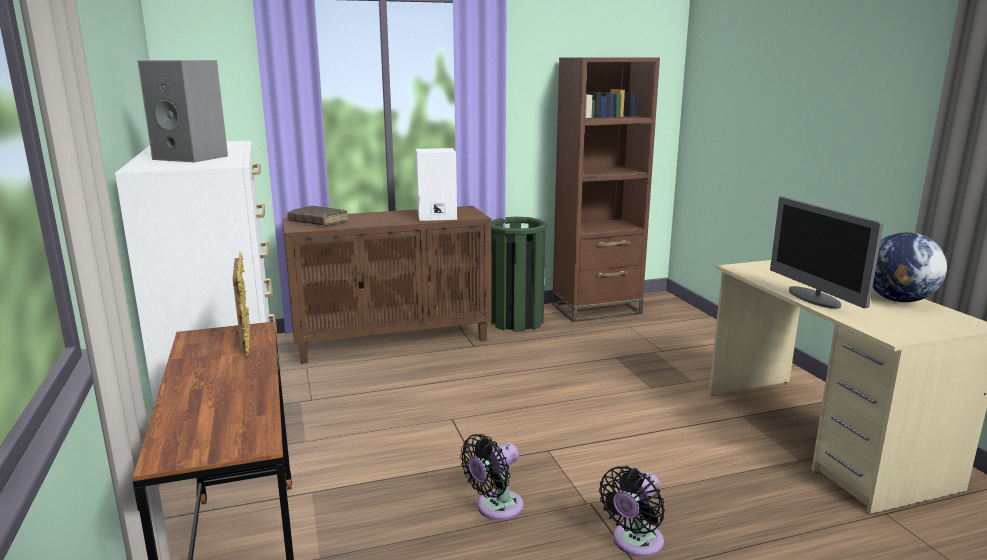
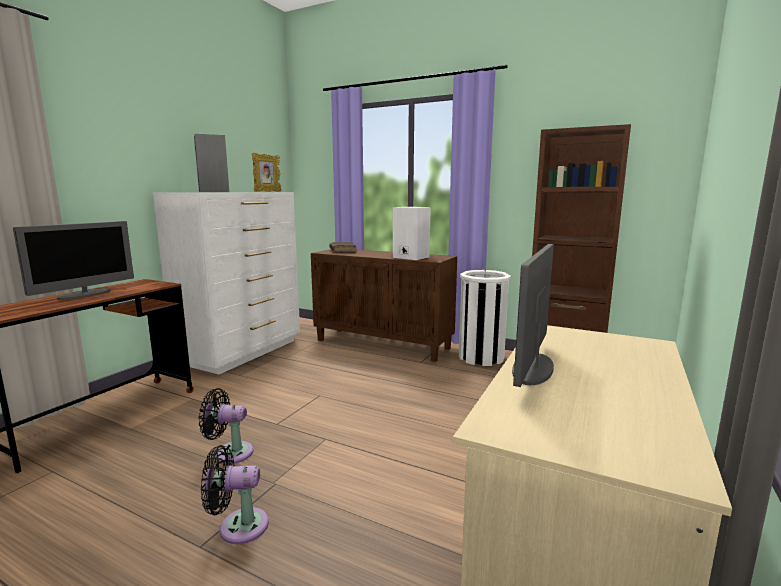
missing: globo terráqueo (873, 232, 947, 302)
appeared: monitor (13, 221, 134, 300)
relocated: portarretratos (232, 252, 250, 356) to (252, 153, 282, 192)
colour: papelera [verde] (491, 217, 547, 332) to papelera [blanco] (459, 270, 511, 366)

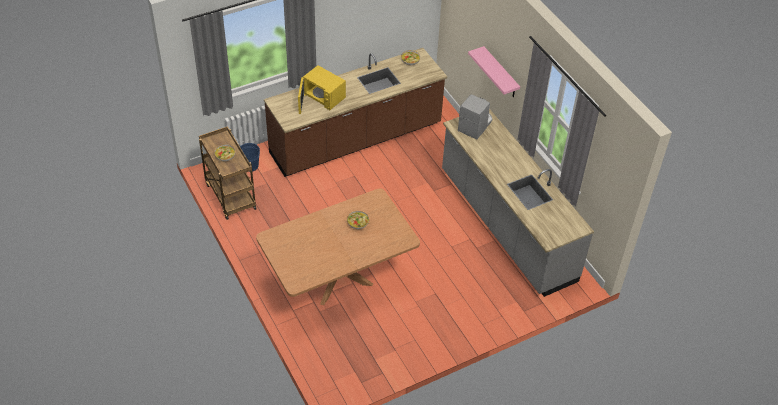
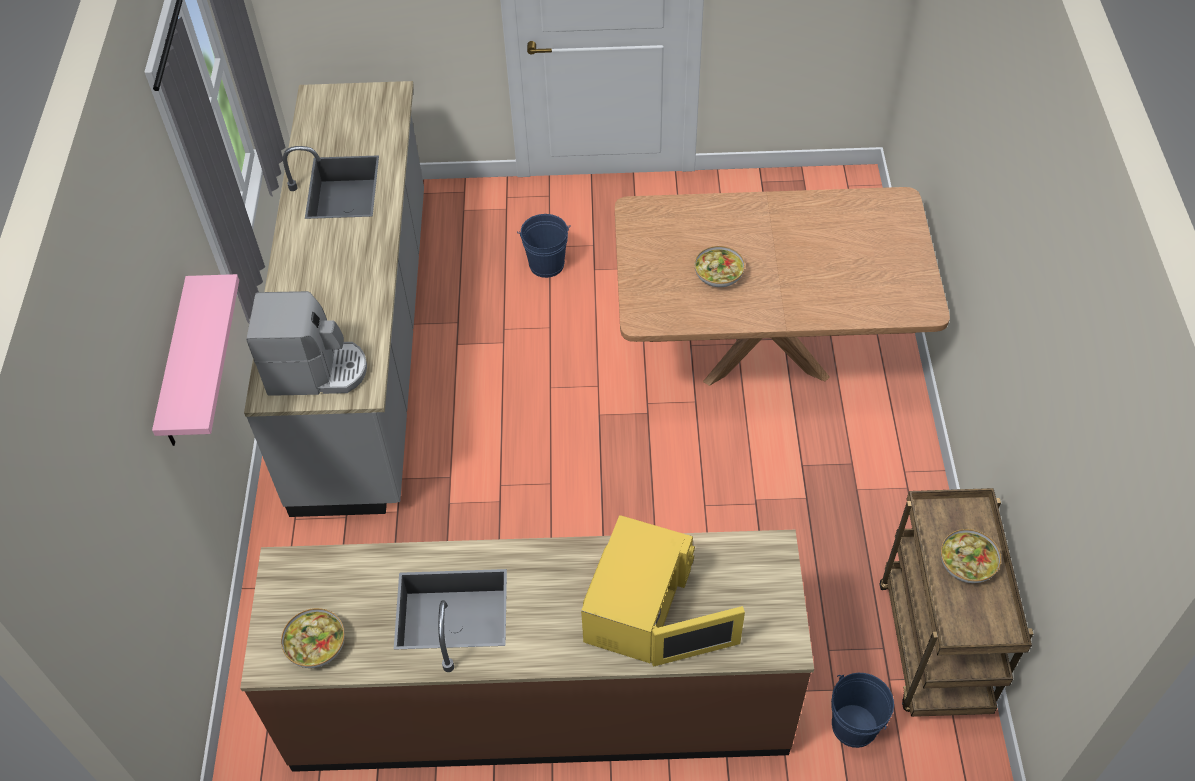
appeared: cubo [azul] (517, 214, 571, 278)
spun: microondas [amarillo] (298, 65, 346, 114) = (581, 515, 745, 667) 45 degrees clockwise; cafetera (458, 95, 492, 140) = (246, 291, 367, 396) 150 degrees counterclockwise

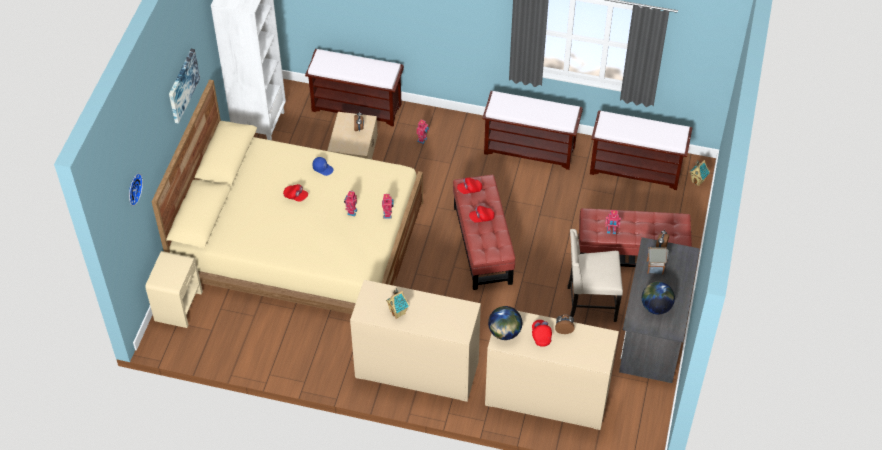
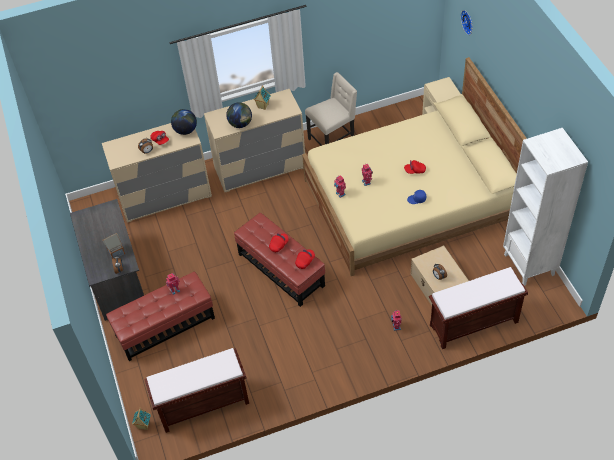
missing: cuadro (169, 49, 200, 124); banco [marrón] (482, 91, 583, 170)
relocated: silla [beis] (567, 229, 623, 322) to (305, 72, 357, 146); globo terráqueo (642, 282, 675, 315) to (226, 102, 252, 128)

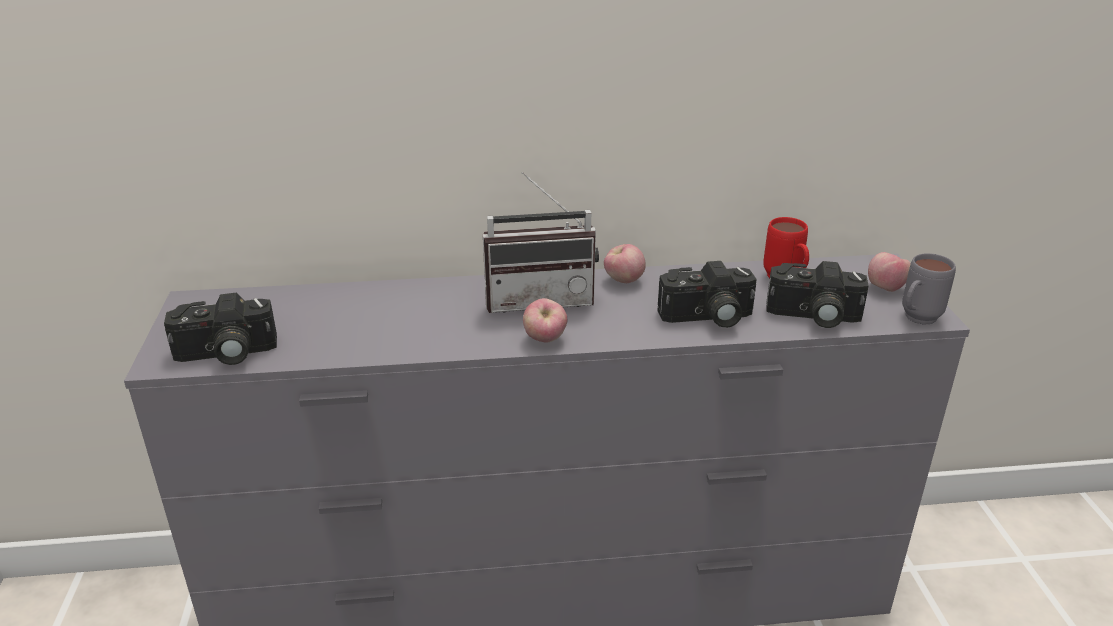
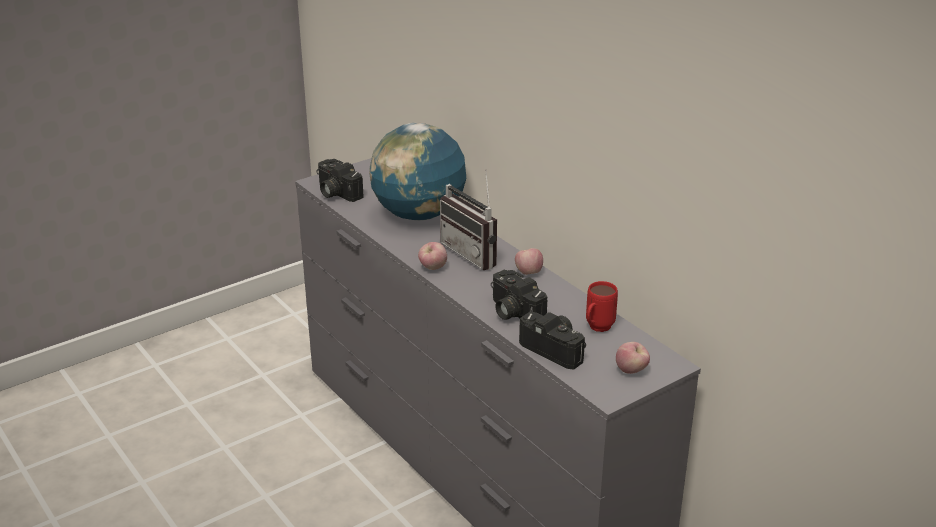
missing: taza grande [gris] (902, 253, 956, 325)
appeared: globo terráqueo (369, 123, 466, 221)
spun: cámara (766, 261, 869, 328) = (519, 312, 586, 370) 150 degrees clockwise

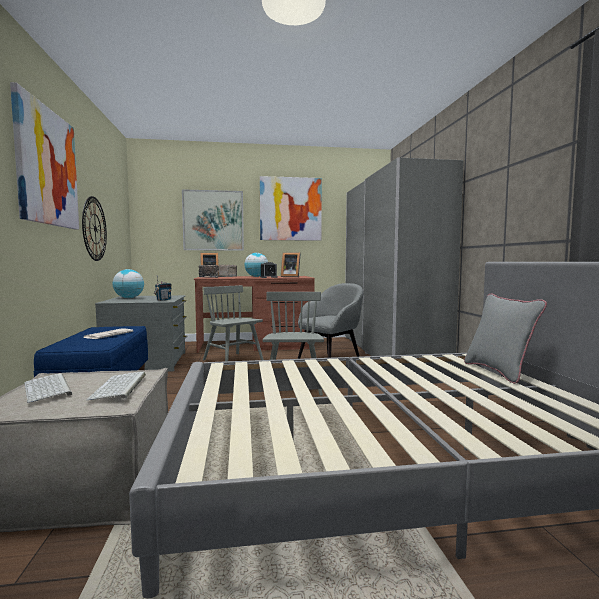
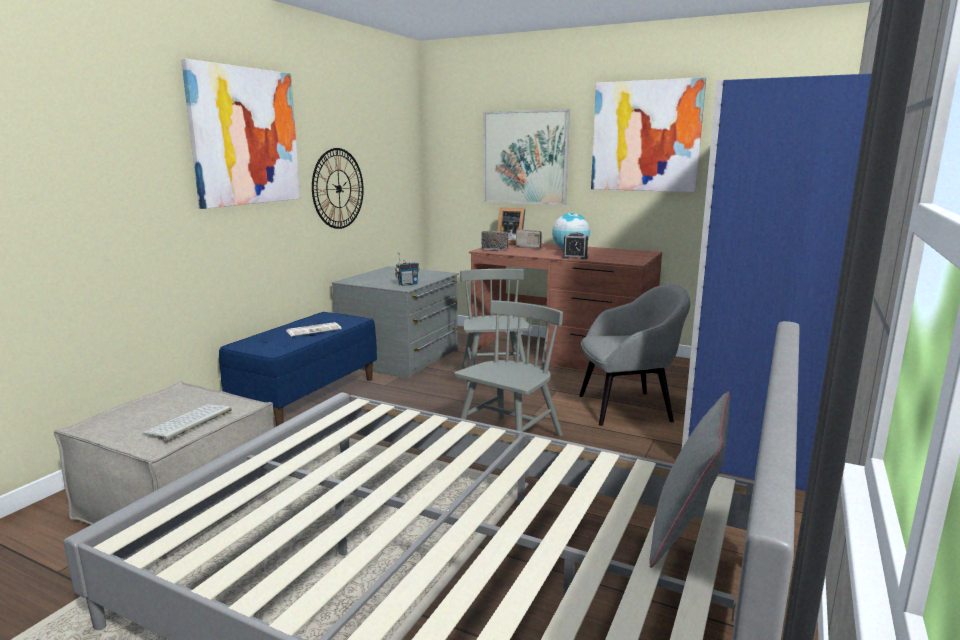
missing: teclado (24, 373, 73, 403); globo terráqueo (112, 269, 144, 298); portarretratos (281, 252, 301, 277)
colour: armario ropero [gris] (345, 157, 464, 356) to armario ropero [azul] (682, 74, 872, 491)

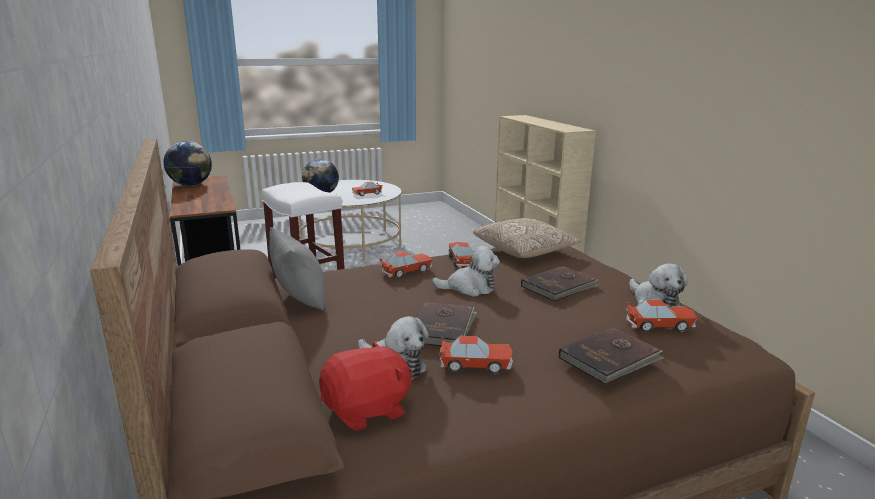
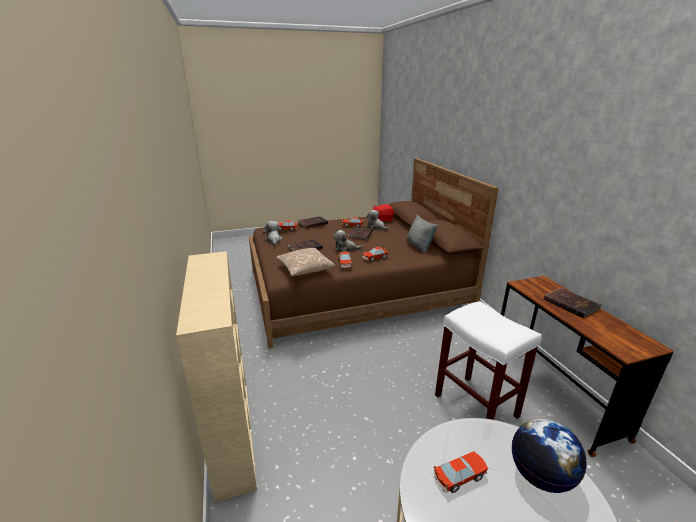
missing: globo terráqueo (164, 141, 212, 186)
appeared: libro [marrón] (544, 288, 601, 318)

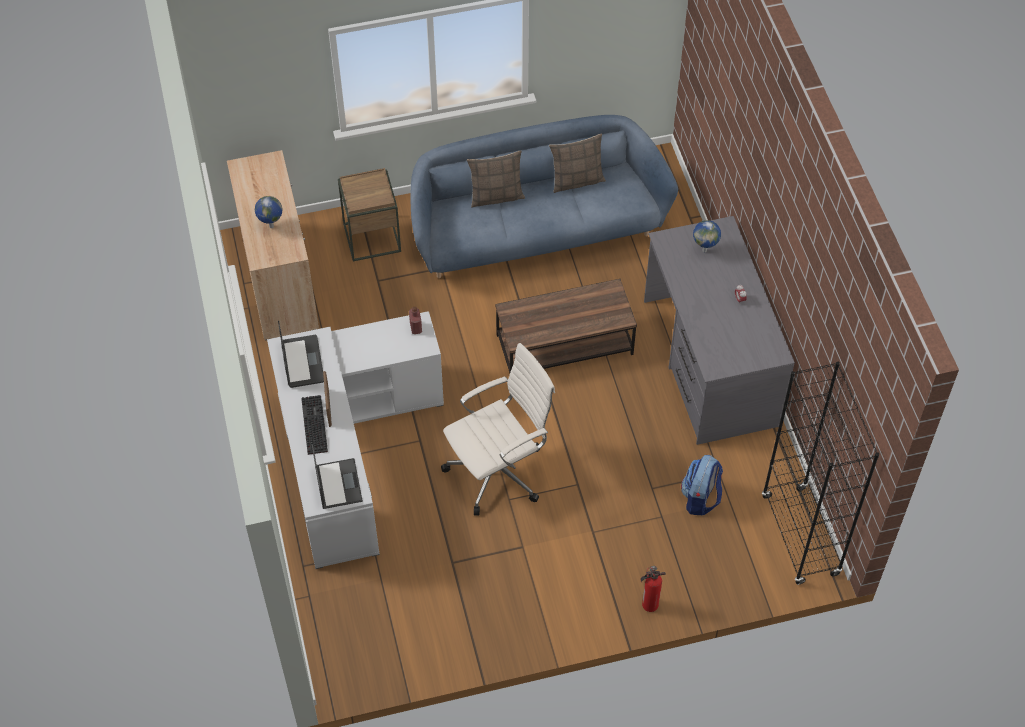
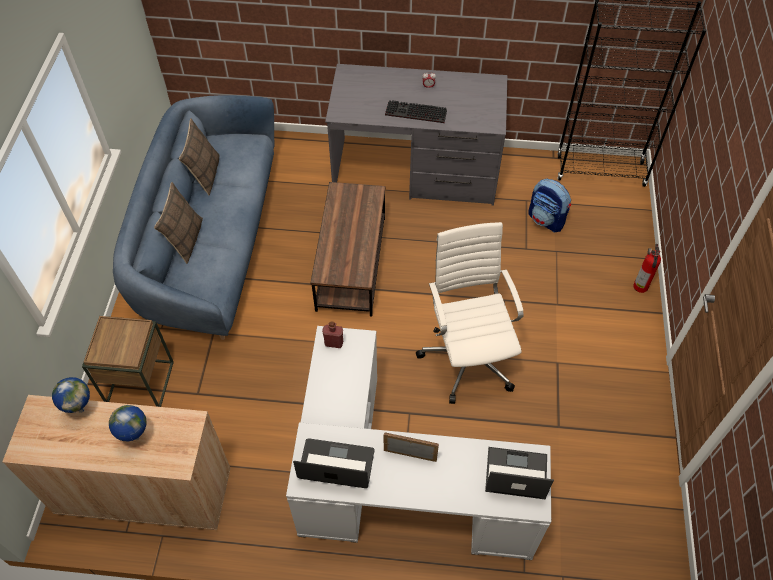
relocated: teclado (301, 395, 328, 455) to (385, 100, 447, 123); globo terráqueo (693, 220, 721, 252) to (52, 377, 90, 413)

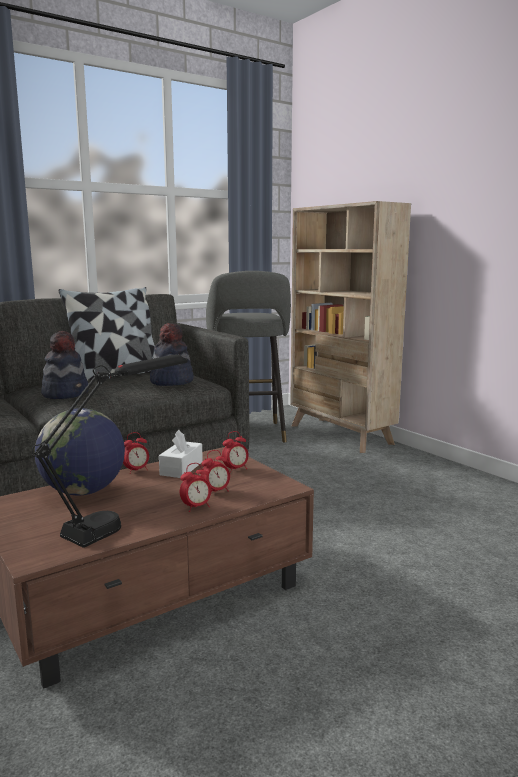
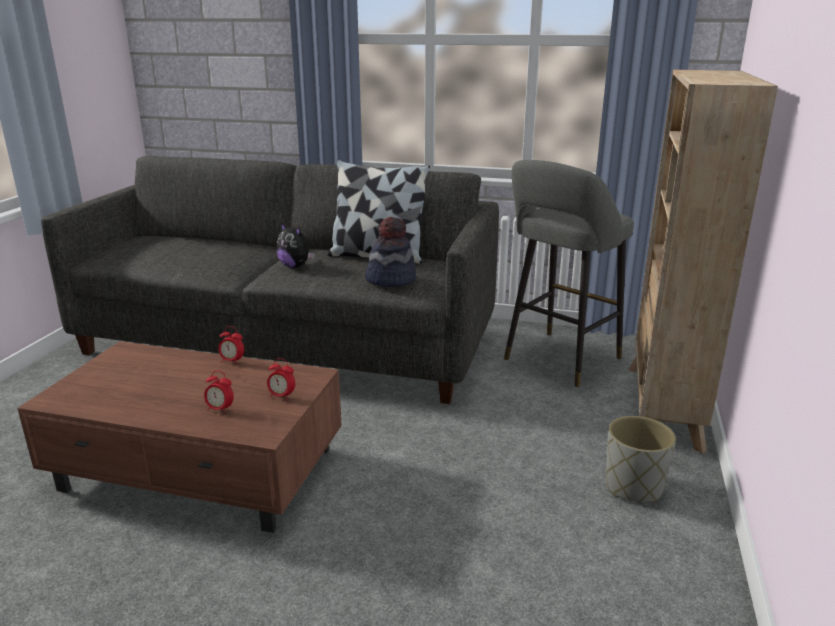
missing: lámpara de mesa [negro] (32, 355, 188, 548); globo terráqueo (35, 408, 125, 495); caja de pañuelos [blanco] (159, 430, 203, 478); despertador (180, 463, 211, 512)
appeared: maceta [gris] (605, 416, 676, 503)
exchanged: sombrero (41, 331, 89, 399) to peluche (276, 223, 315, 268)

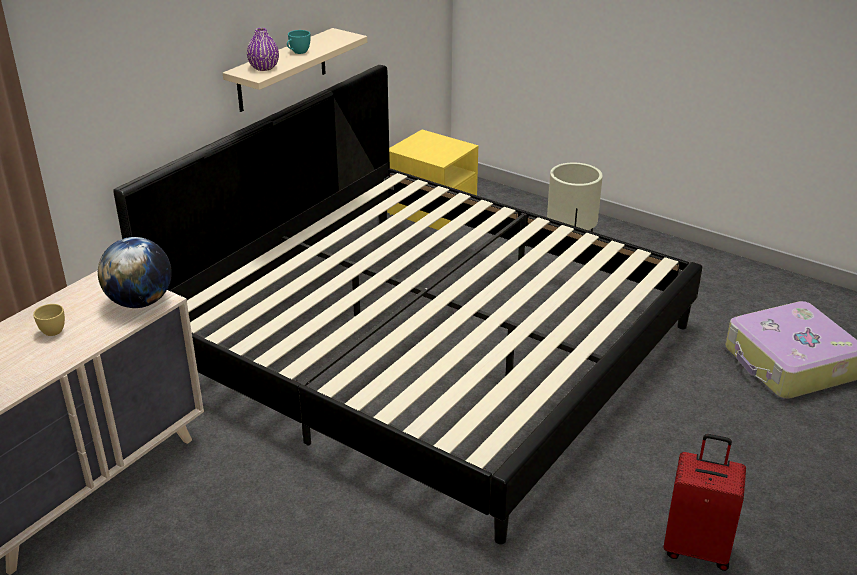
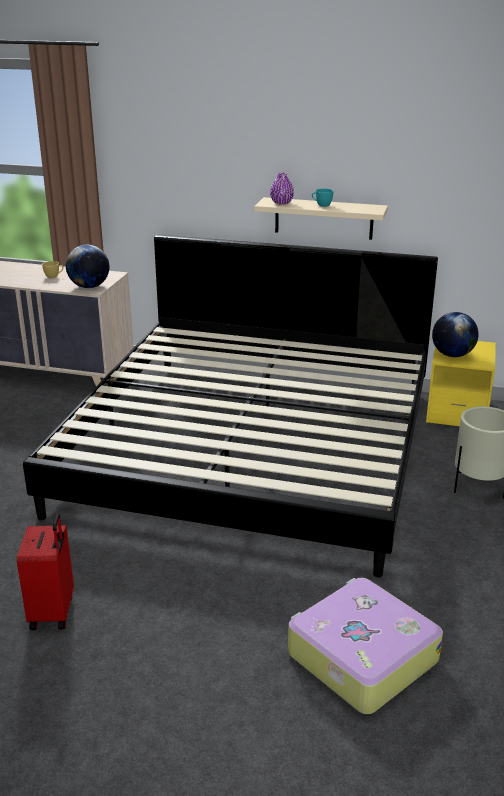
appeared: globo terráqueo (432, 312, 479, 357)

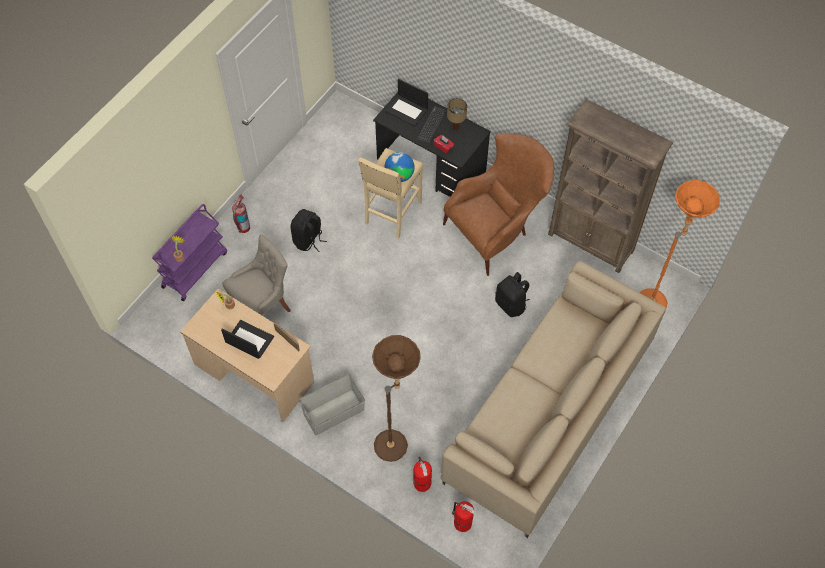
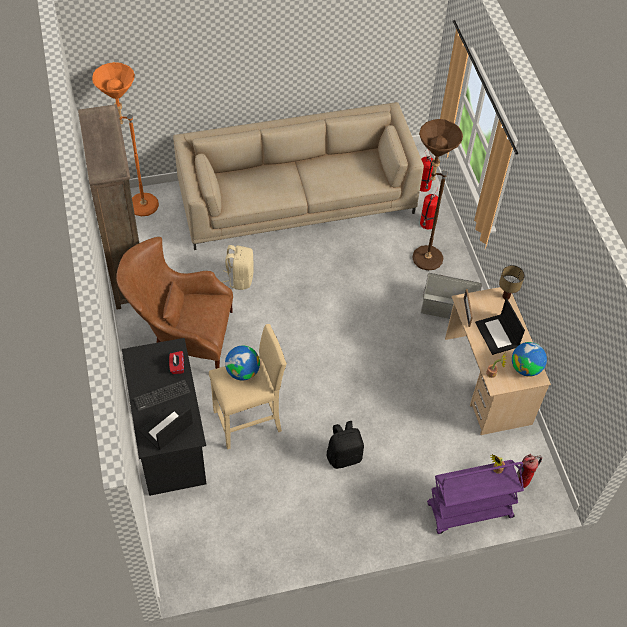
missing: silla [gris] (223, 234, 291, 315)
appeared: globo terráqueo (512, 342, 547, 377)
relocated: extintor (232, 195, 250, 233) to (517, 454, 542, 488); lámpara de mesa (447, 98, 467, 130) to (499, 265, 525, 300)
colour: mochila [negro] (495, 272, 530, 317) to mochila [beis] (222, 245, 254, 290)
spun: portátil (385, 79, 428, 127) = (139, 403, 193, 450) 120 degrees counterclockwise

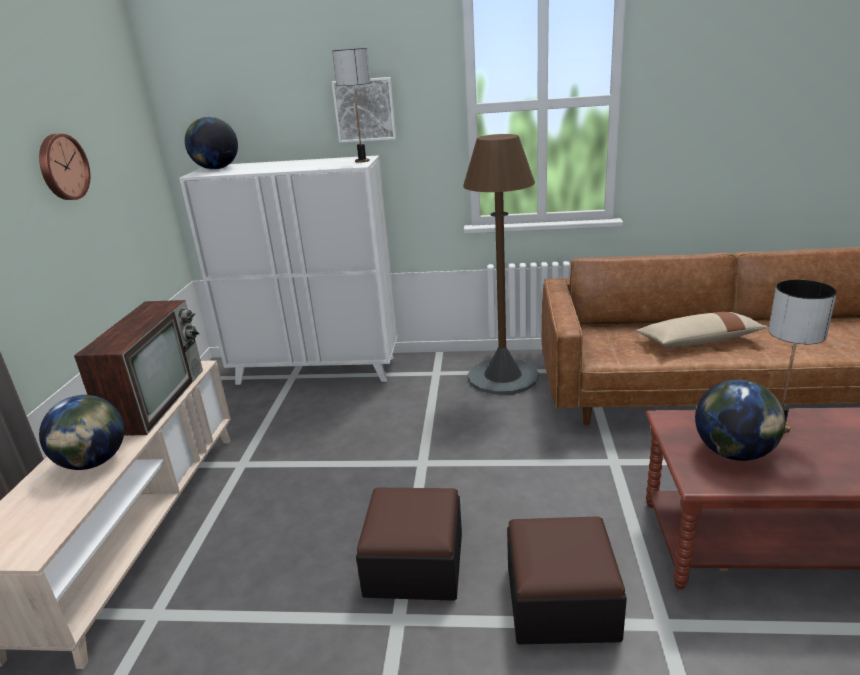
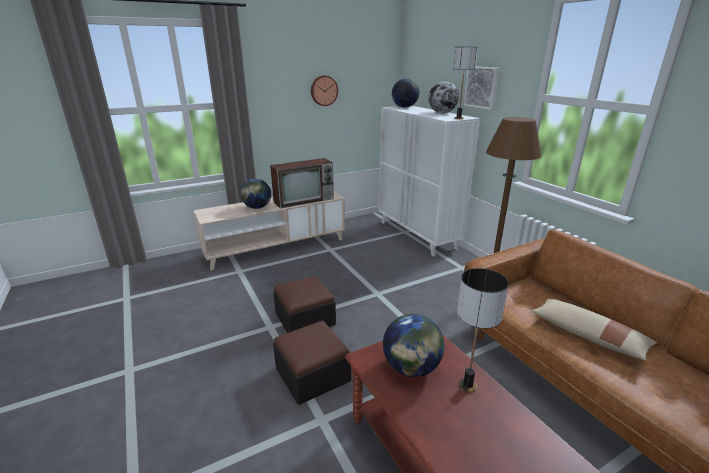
appeared: globo terráqueo (428, 81, 459, 113)

